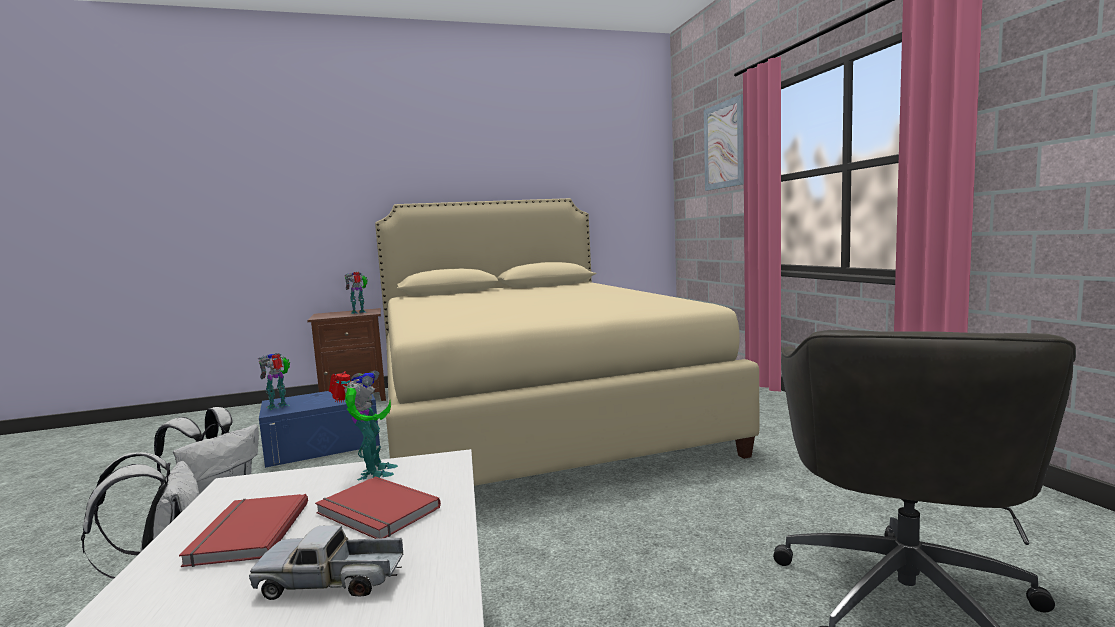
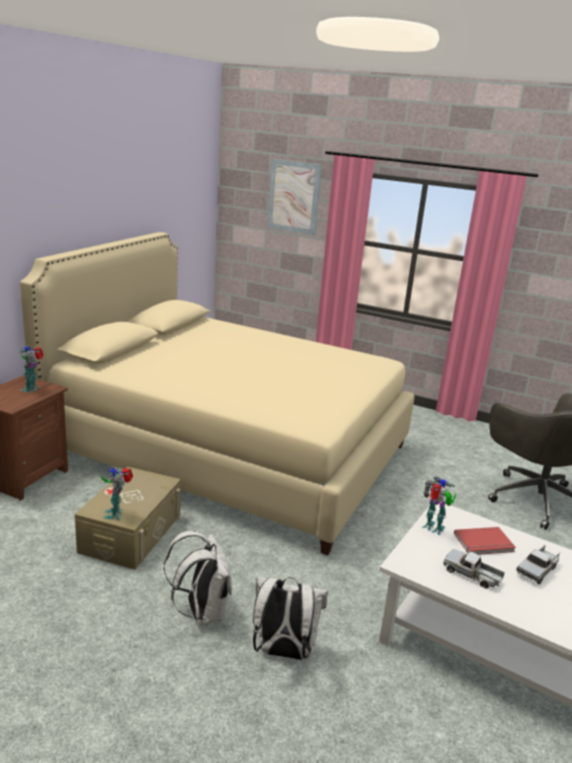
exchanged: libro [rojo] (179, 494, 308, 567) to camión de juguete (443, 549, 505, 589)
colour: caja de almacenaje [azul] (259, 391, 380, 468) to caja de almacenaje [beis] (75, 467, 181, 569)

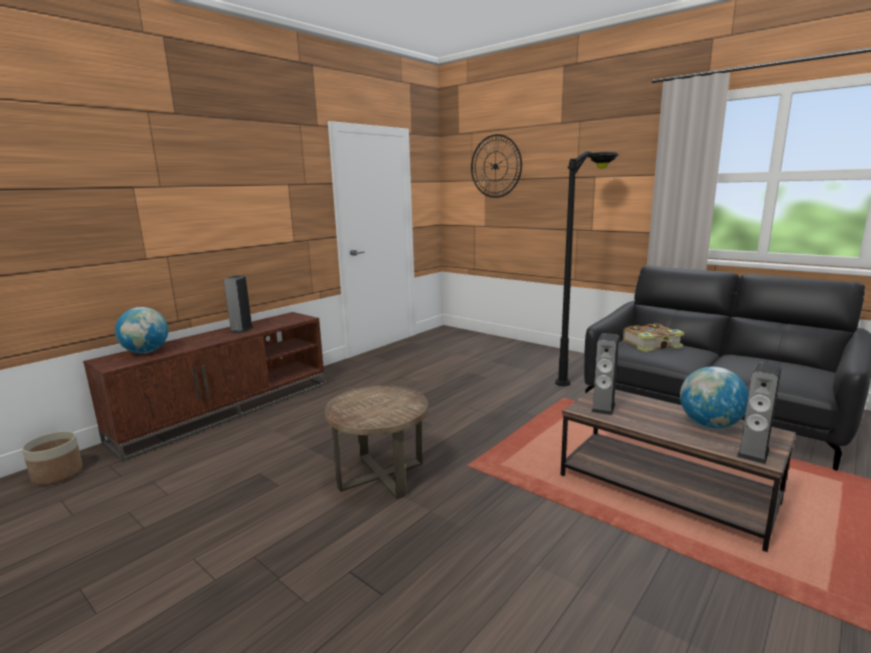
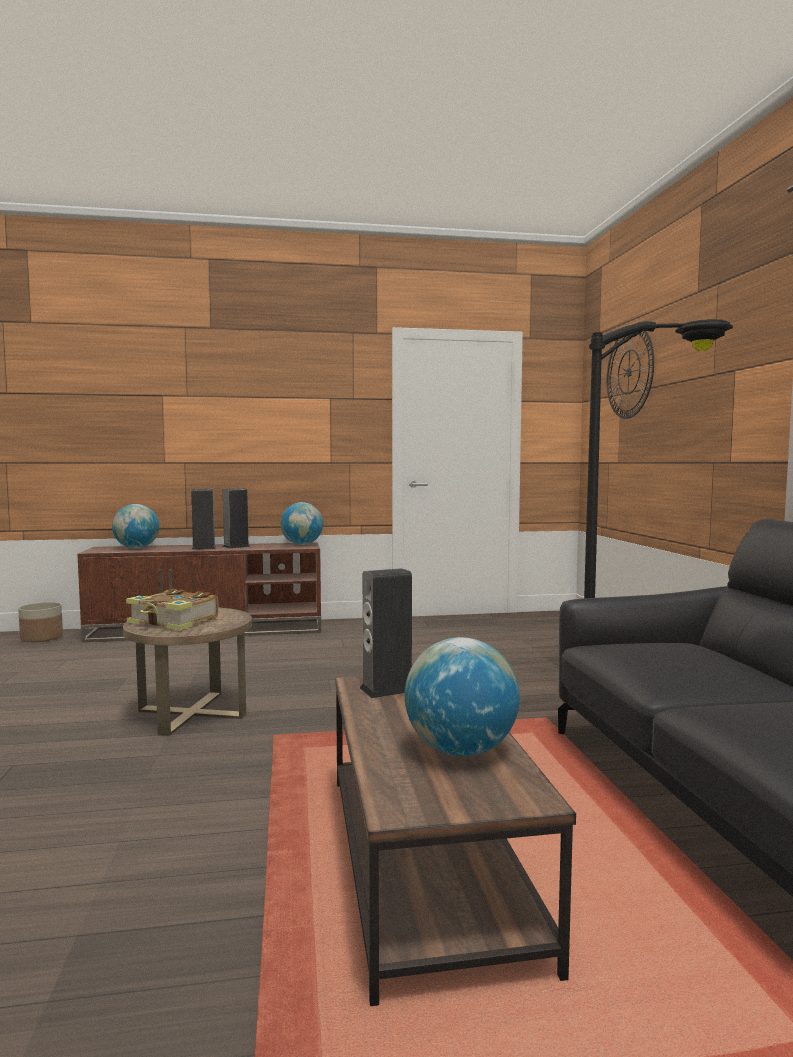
appeared: globo terráqueo (281, 502, 323, 545)
relocated: libro (623, 323, 684, 352) to (126, 589, 219, 630); altavoz (737, 362, 782, 464) to (191, 489, 217, 550)

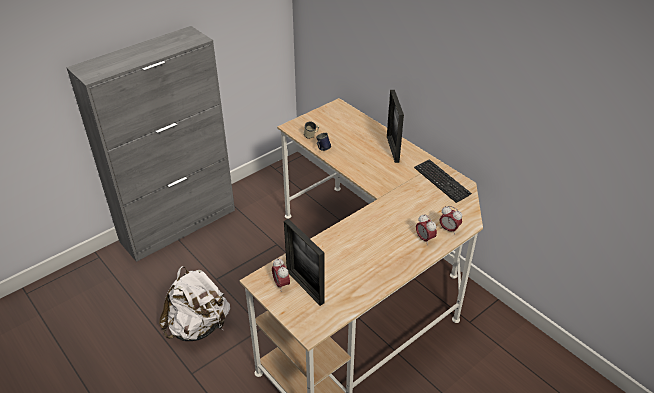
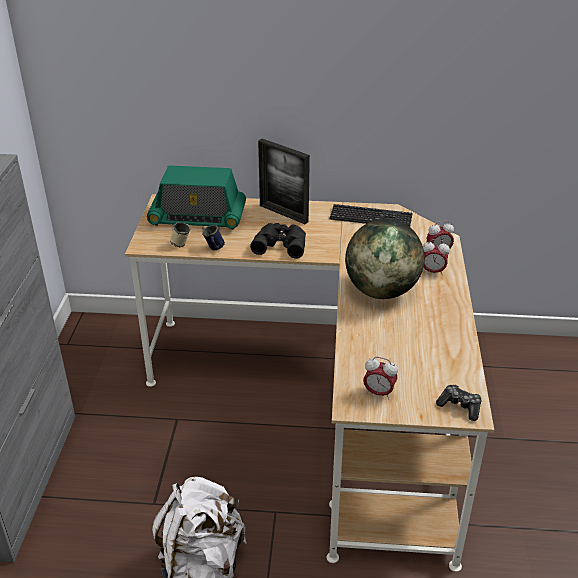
missing: portarretratos (284, 219, 325, 306)
appeared: radio (147, 165, 246, 230); prismáticos [negro] (250, 223, 306, 258); globo terráqueo (345, 219, 424, 299); mando de consola (436, 384, 482, 421)

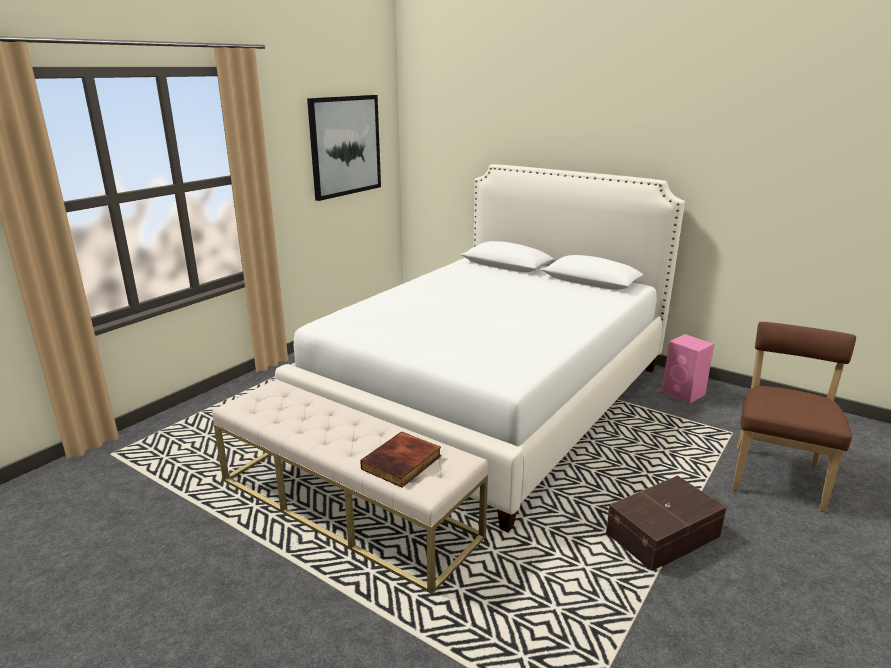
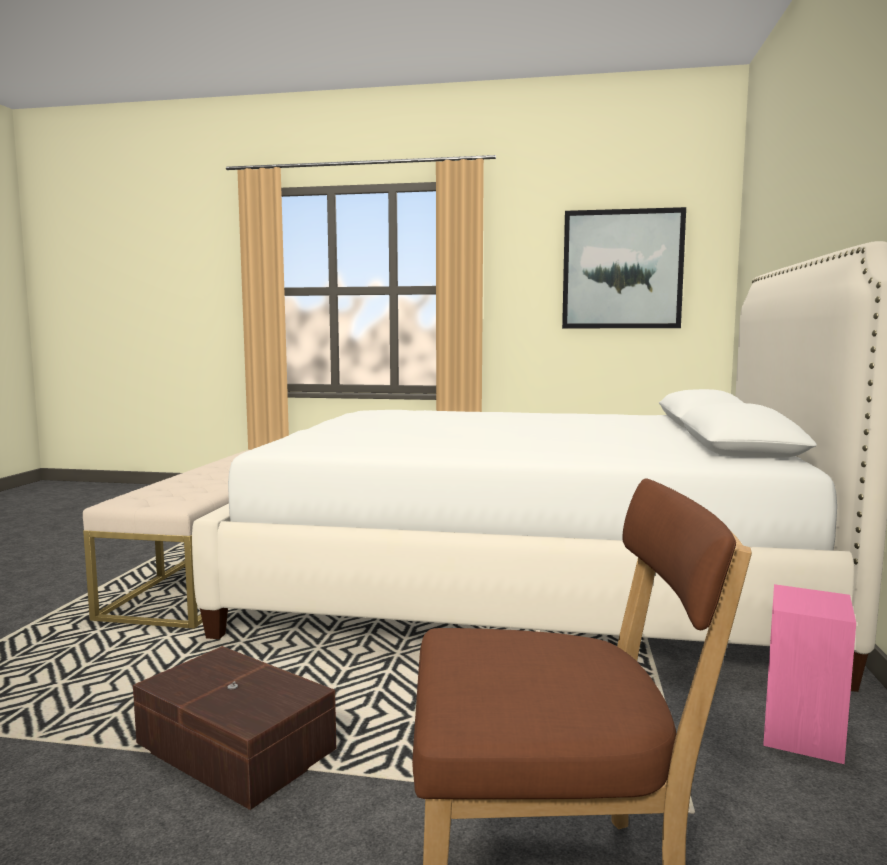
missing: libro (360, 431, 441, 488)

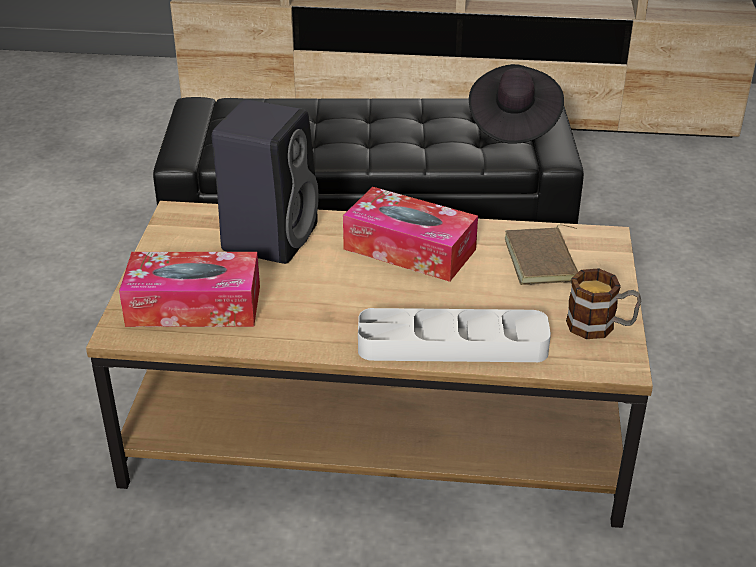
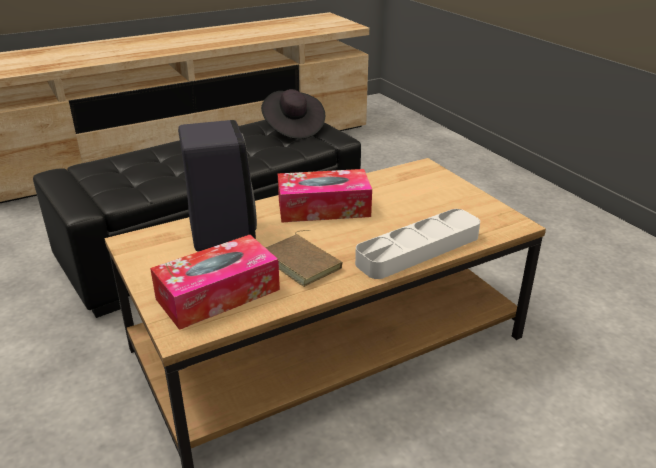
missing: taza grande (566, 269, 641, 339)
relocated: libro [marrón] (505, 225, 579, 285) to (265, 230, 343, 287)

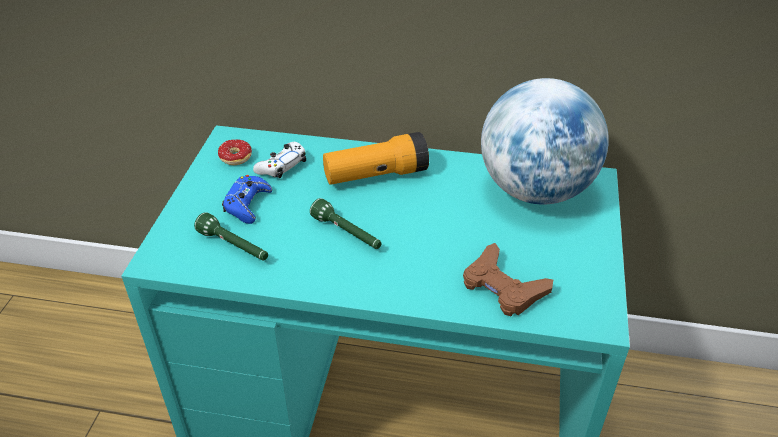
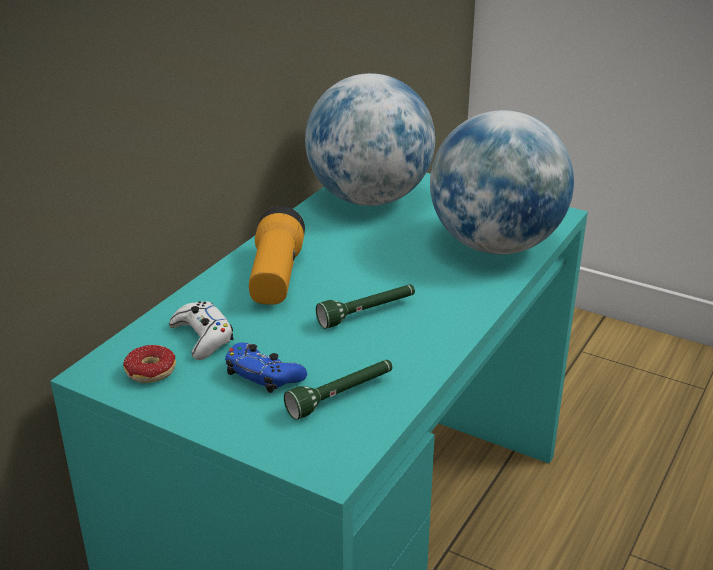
exchanged: mando de consola [marrón] (463, 243, 553, 316) to globo terráqueo (430, 110, 574, 254)

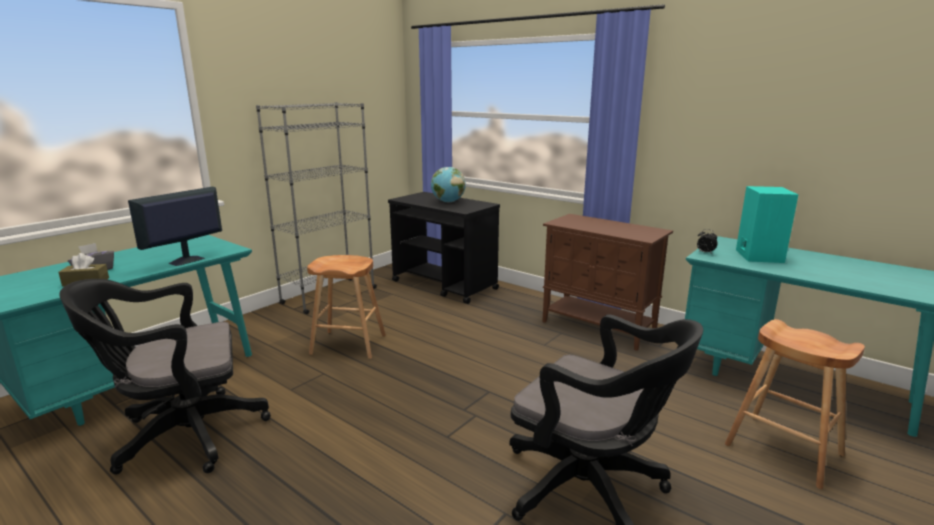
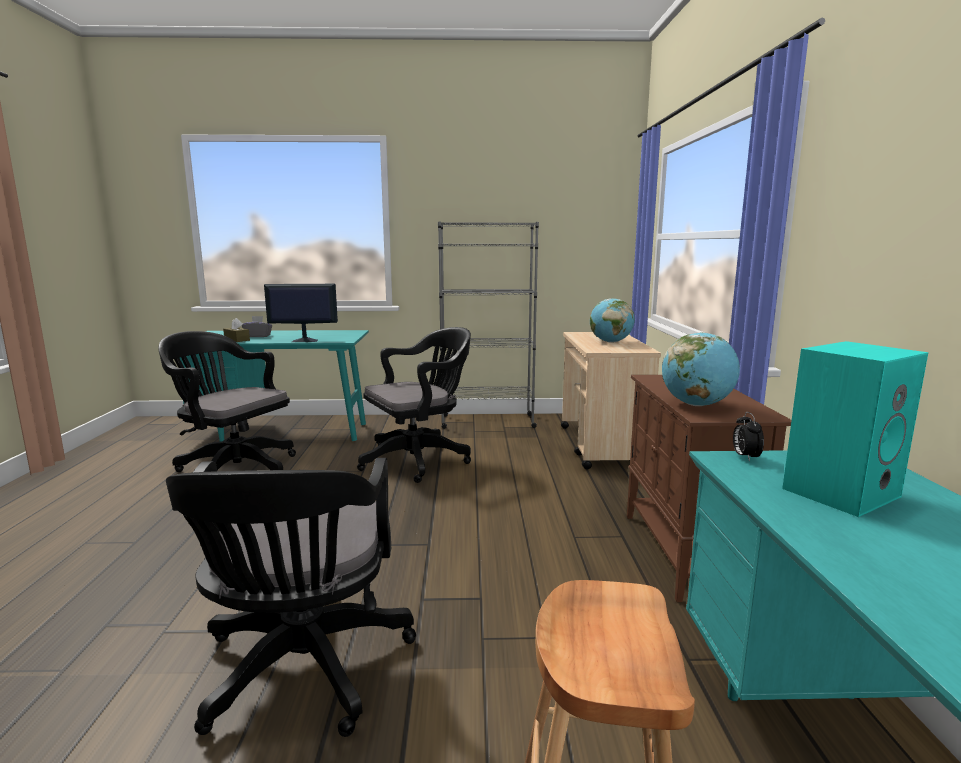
appeared: globo terráqueo (662, 332, 740, 406)
exchanged: taburete [marrón] (307, 255, 386, 359) to silla de oficina [negro] (357, 327, 471, 483)
colour: carrito [negro] (388, 192, 500, 304) to carrito [beis] (561, 332, 661, 470)

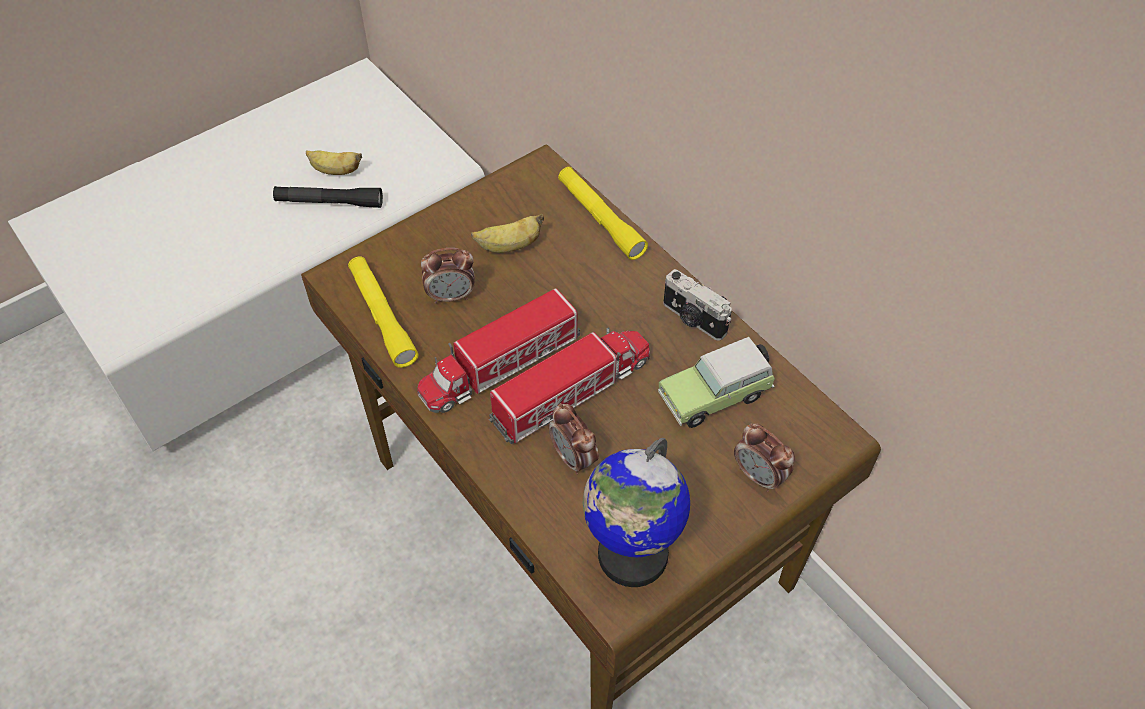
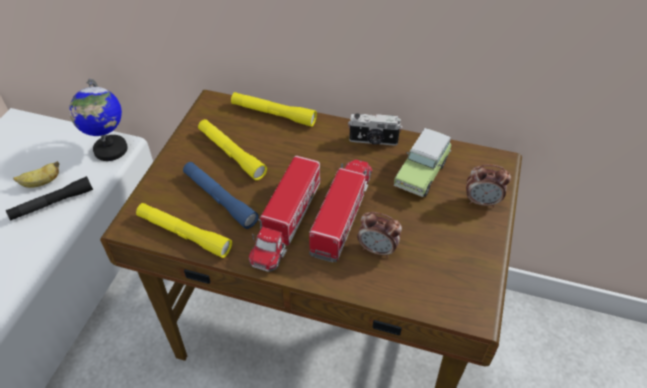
relocated: globo terráqueo (583, 438, 690, 587) to (69, 79, 128, 161)
exchanged: despertador (421, 248, 475, 304) to linterna [azul] (183, 162, 259, 229); plátano (471, 214, 544, 253) to linterna [amarillo] (198, 119, 267, 181)

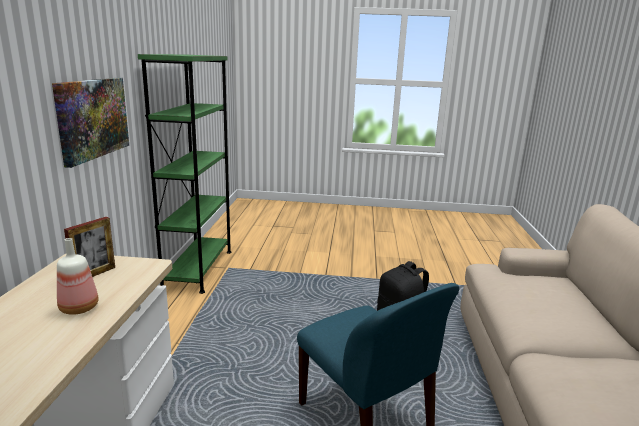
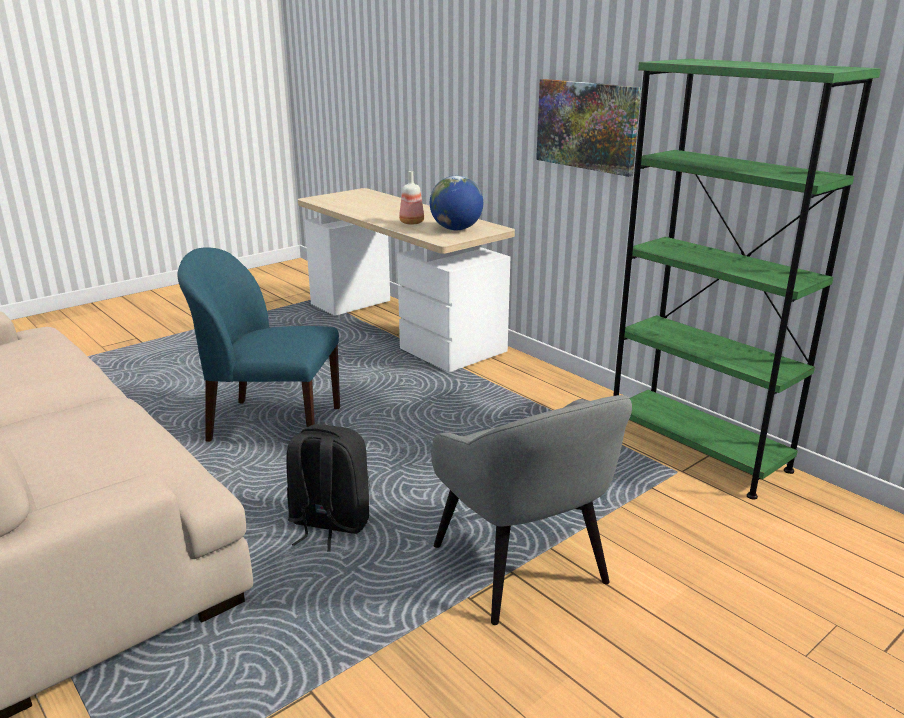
appeared: sillón [gris] (431, 395, 632, 625)
exchanged: portarretratos (64, 217, 115, 277) to globo terráqueo (430, 176, 483, 230)

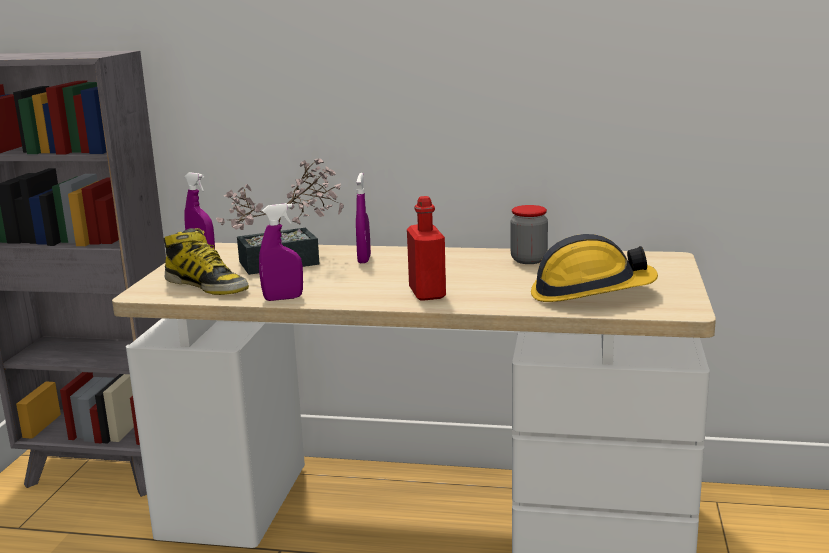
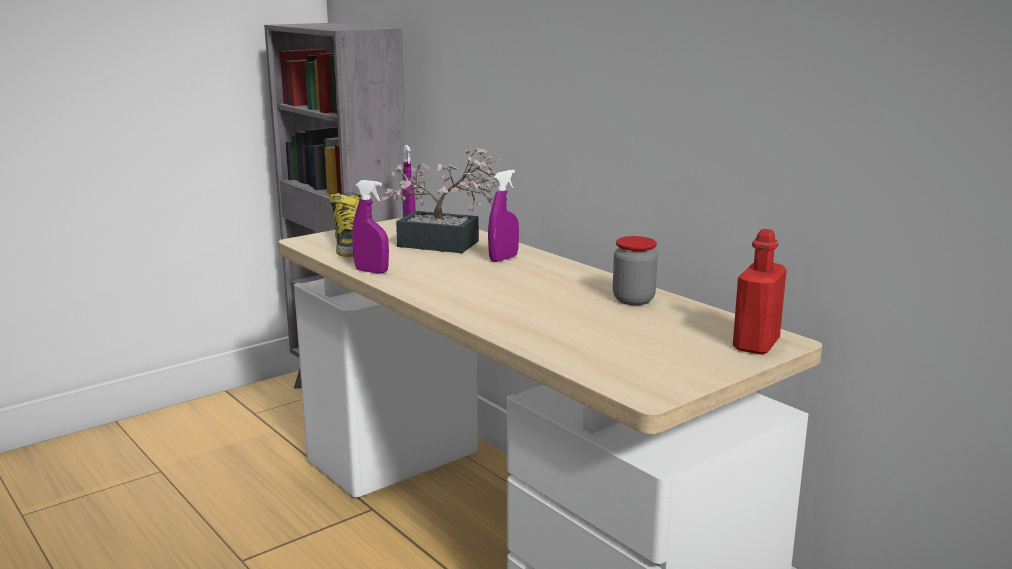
missing: casco (531, 234, 658, 302)
relocated: botella [rojo] (407, 196, 446, 301) to (733, 229, 787, 354)

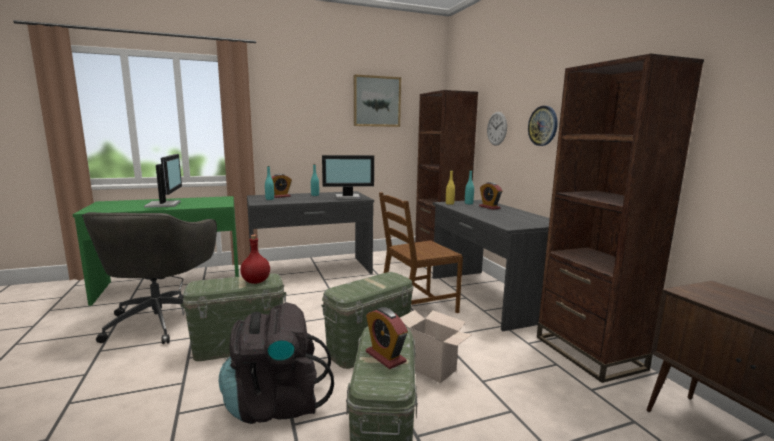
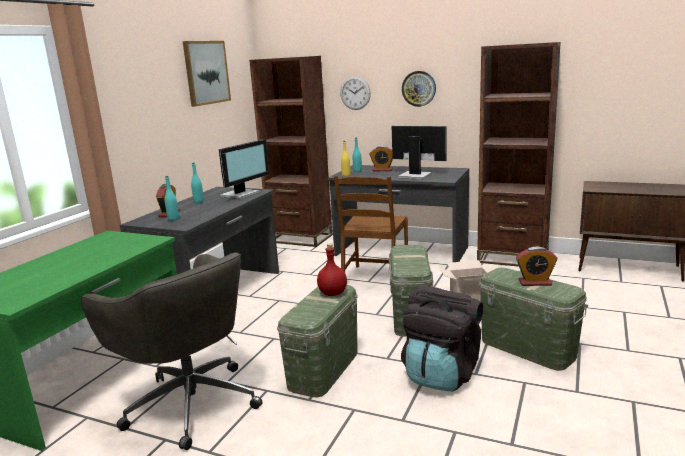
relocated: monitor (144, 154, 182, 208) to (392, 126, 446, 179)

